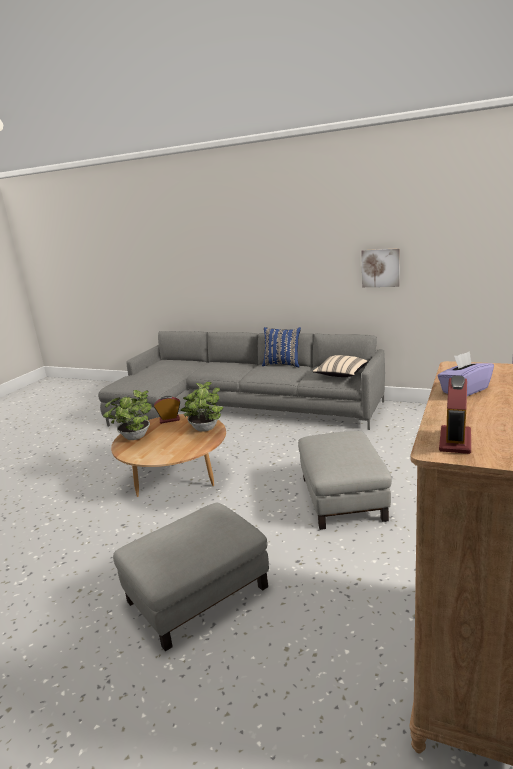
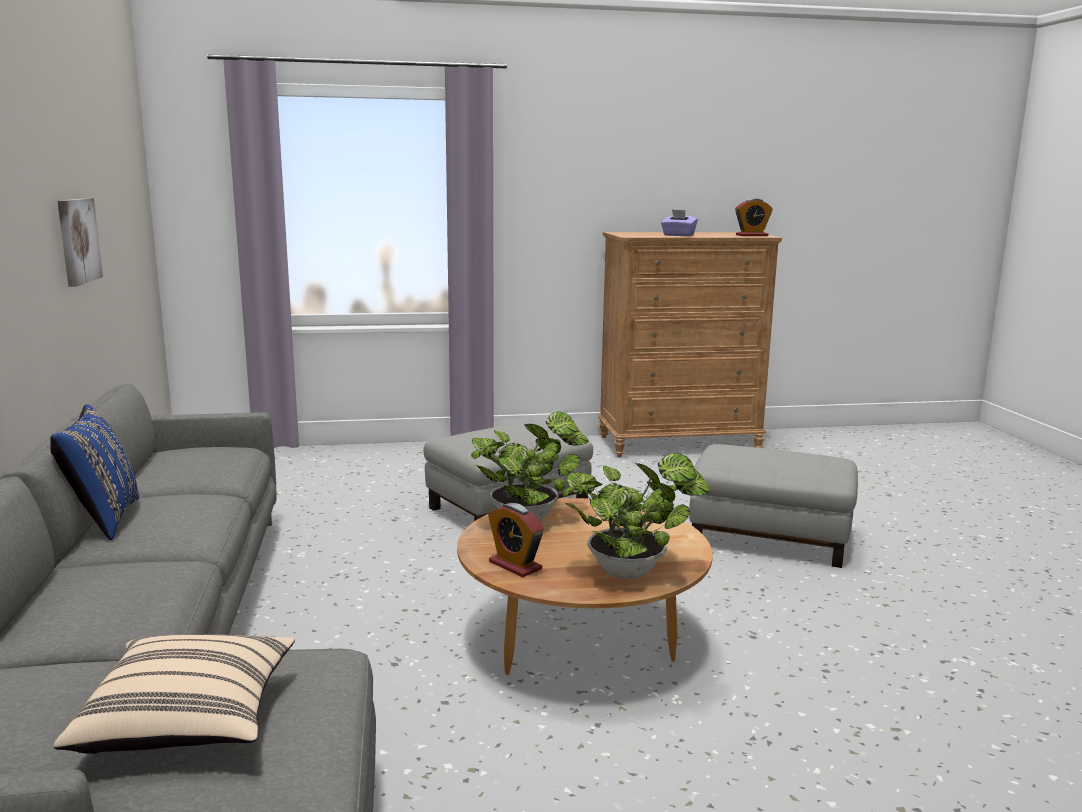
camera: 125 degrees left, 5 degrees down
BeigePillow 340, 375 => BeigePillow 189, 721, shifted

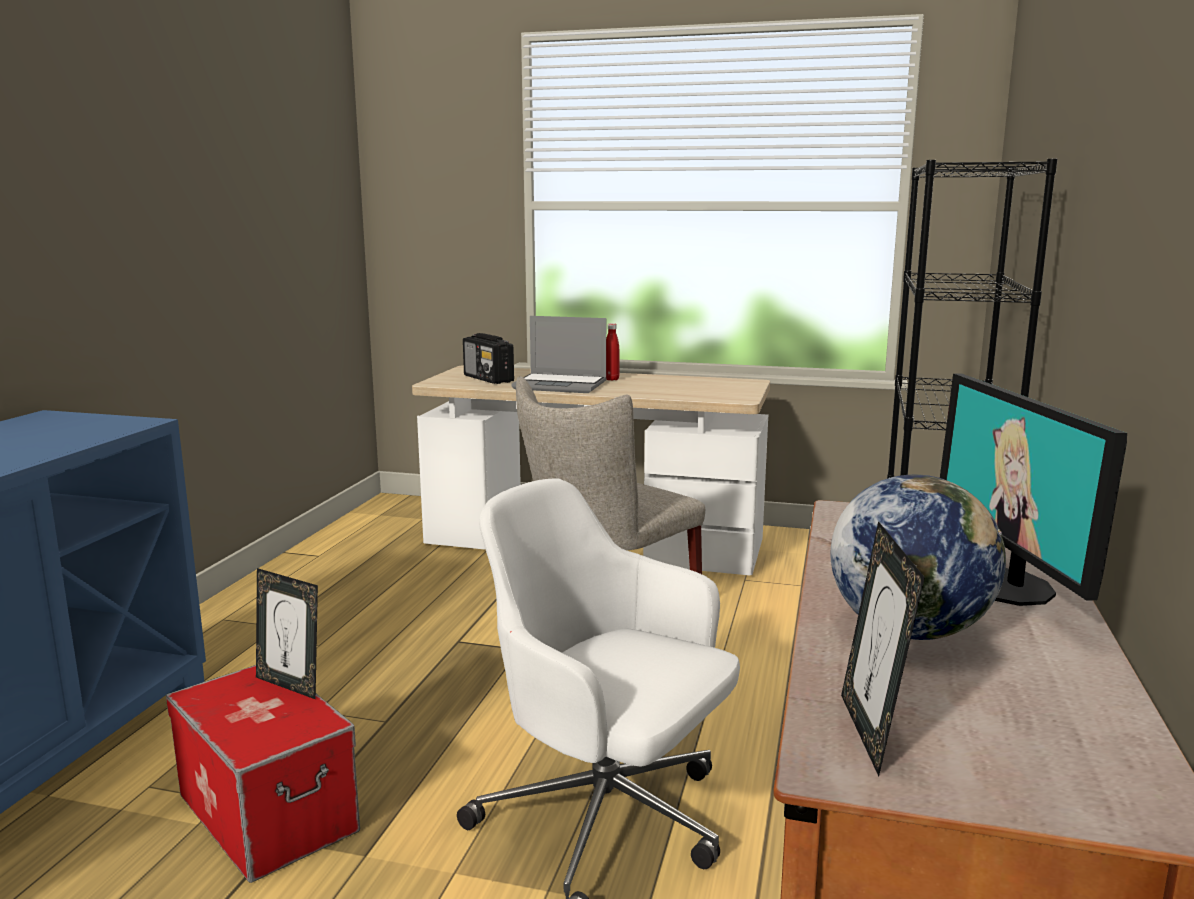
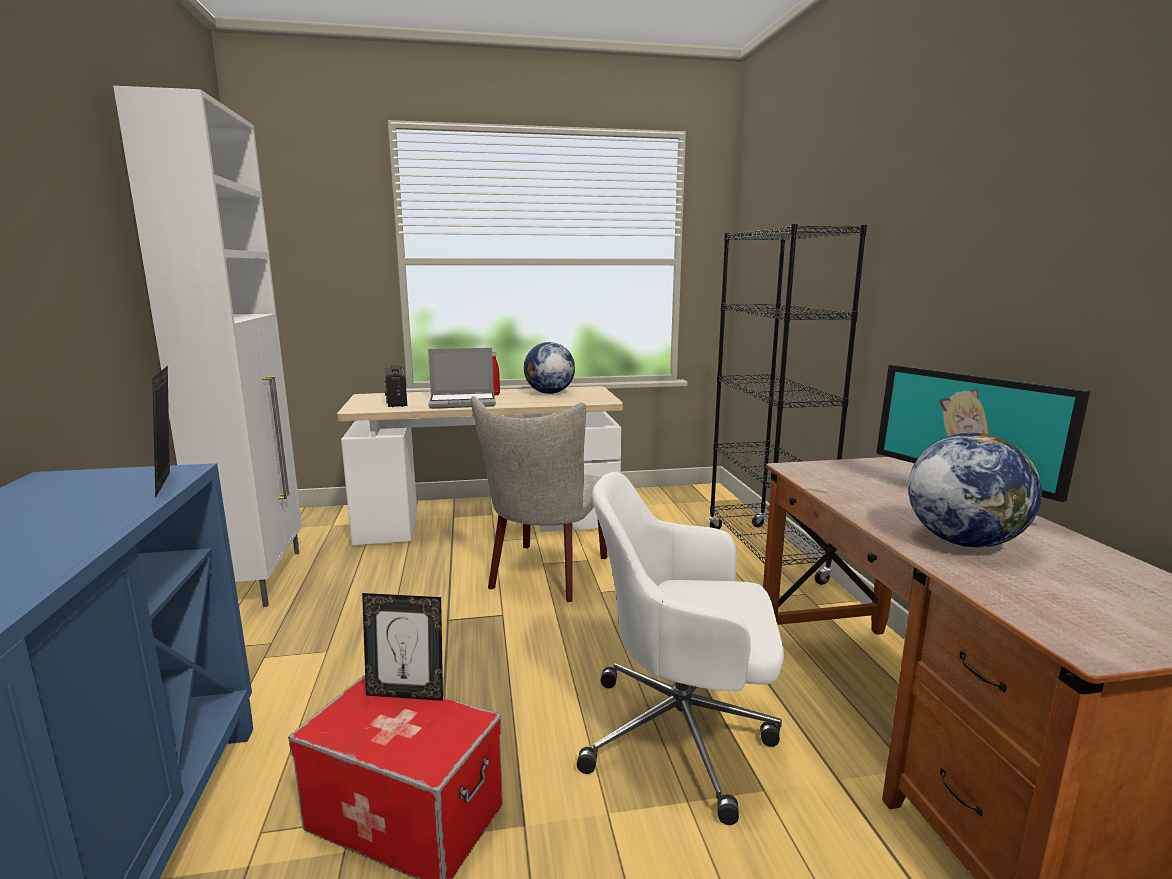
camera: 25 degrees left, 0 degrees up
Radio 488, 379 => Radio 397, 402, 45 degrees clockwise
PictureFrame 871, 733 => PictureFrame 171, 483, shifted
nothing => WhiteColouredCupboard 260, 578
nothing => DeskGlobe 549, 393

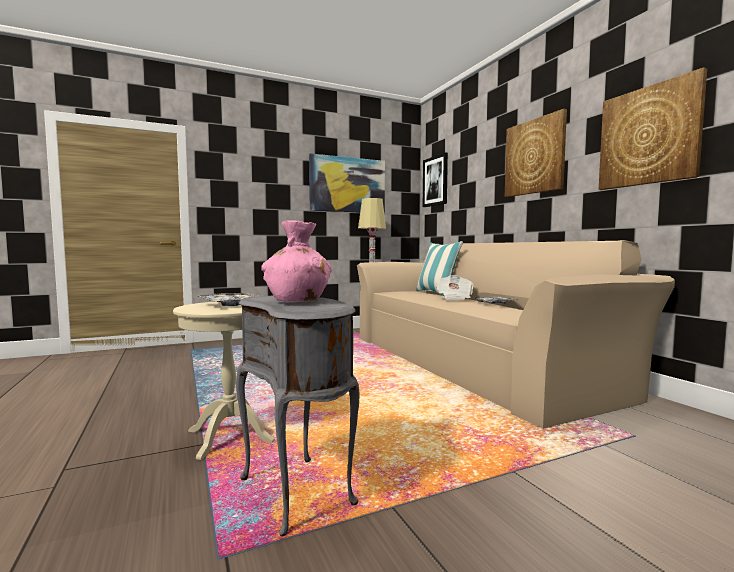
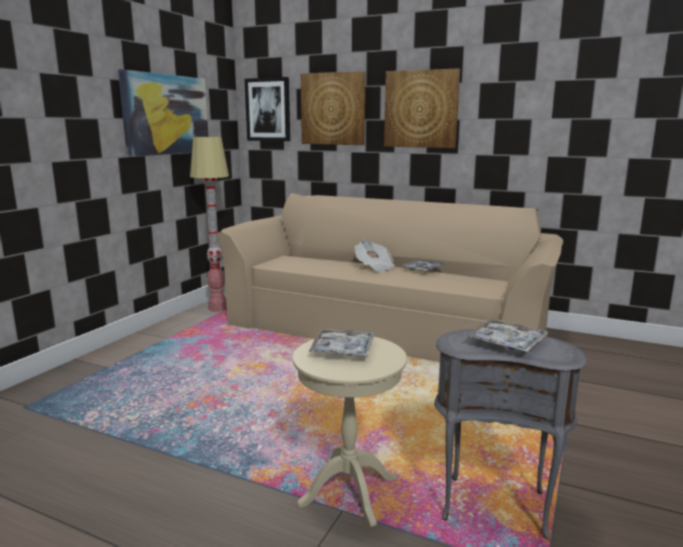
camera: 40 degrees left, 10 degrees up
PinkishFlowerVase 298, 301 => Tray 507, 343
Pillow 436, 293 => nothing
WallArt 648, 136 => WallArt 333, 109, shifted

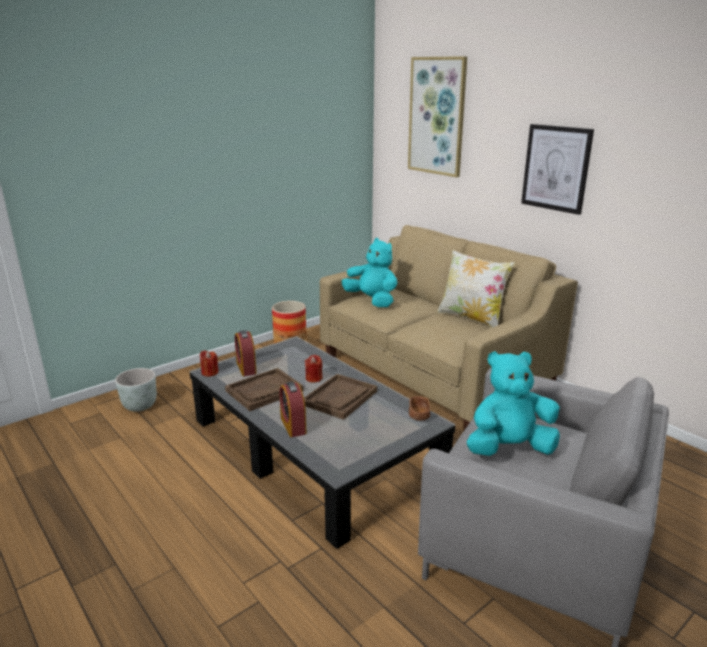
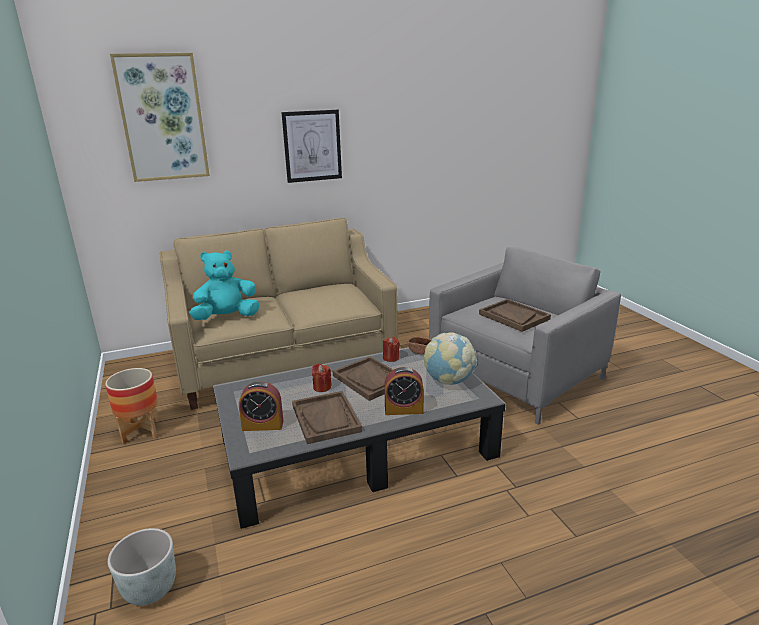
camera: 70 degrees left, 0 degrees up
RedWaxCandle 210, 372 => RedWaxCandle 391, 358, shifted
Pillow 471, 318 => nothing
TurquoiseSoftToy 509, 448 => BrownTray 513, 316
nothing => DeskGlobe 449, 381

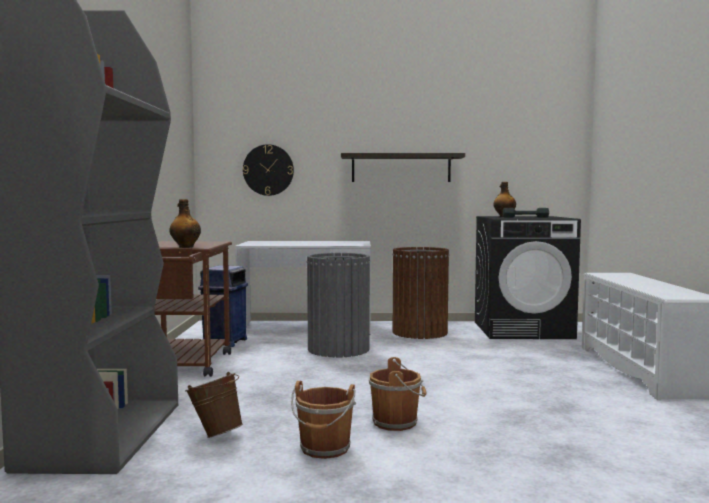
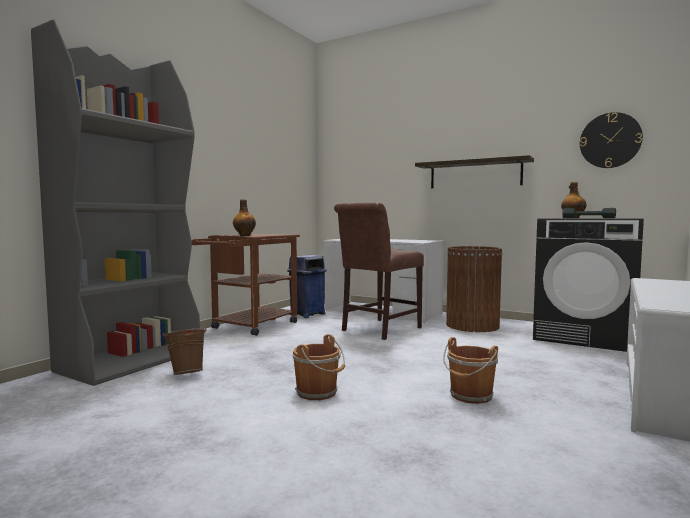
camera: 30 degrees right, 0 degrees up
HangingClock 268, 170 => HangingClock 610, 140, shifted
BrownWaterBucket 325, 449 => BrownWaterBucket 470, 396, shifted
GrayWasteBin 338, 349 => BrownChair 378, 330

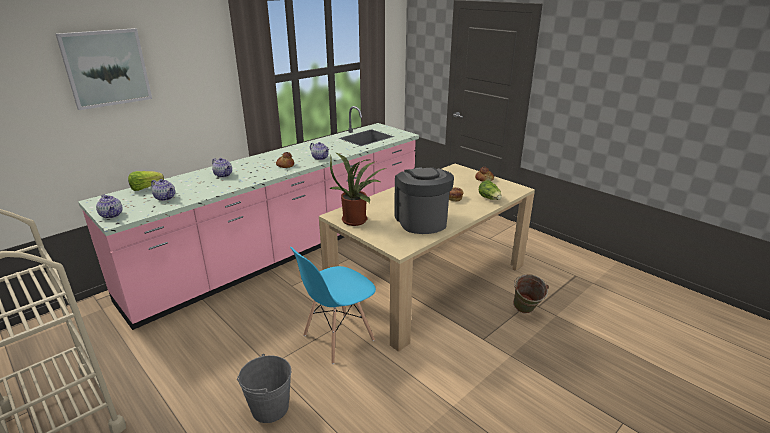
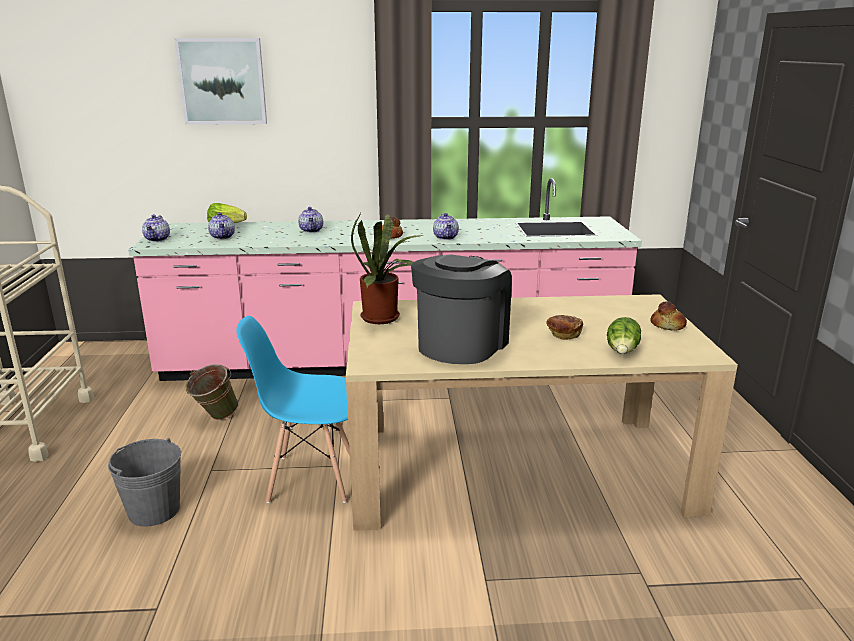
camera: 40 degrees right, 5 degrees down
GreenishWaterBucket 525, 312 => GreenishWaterBucket 215, 418, shifted

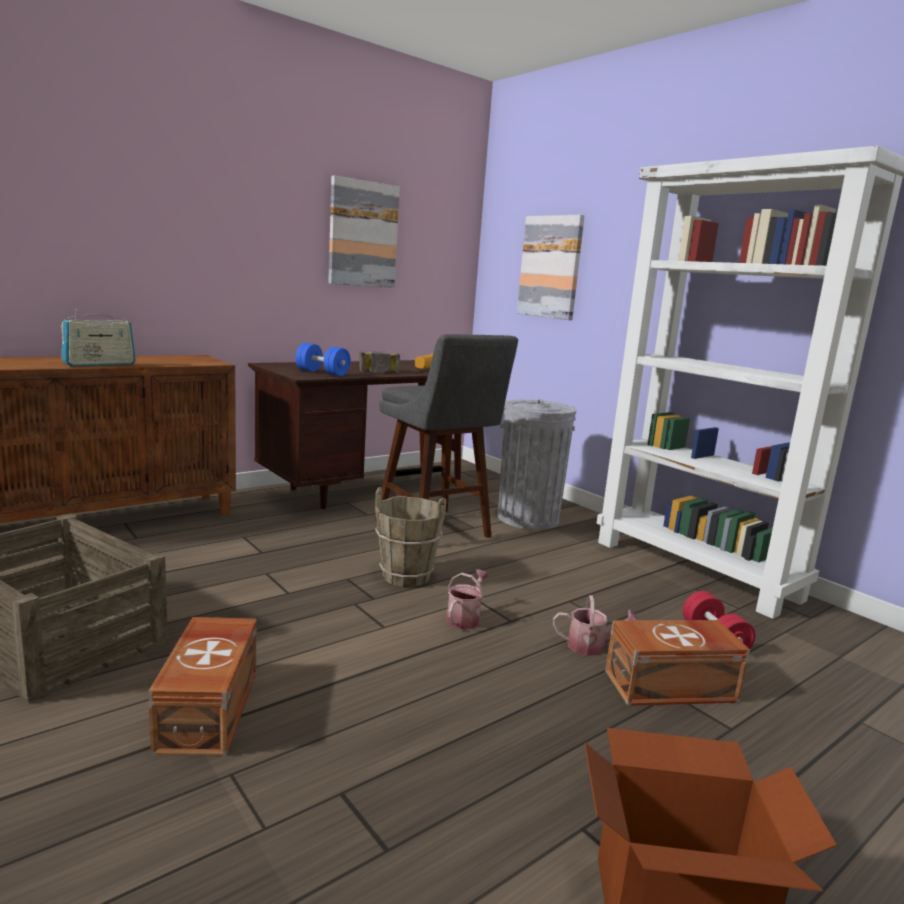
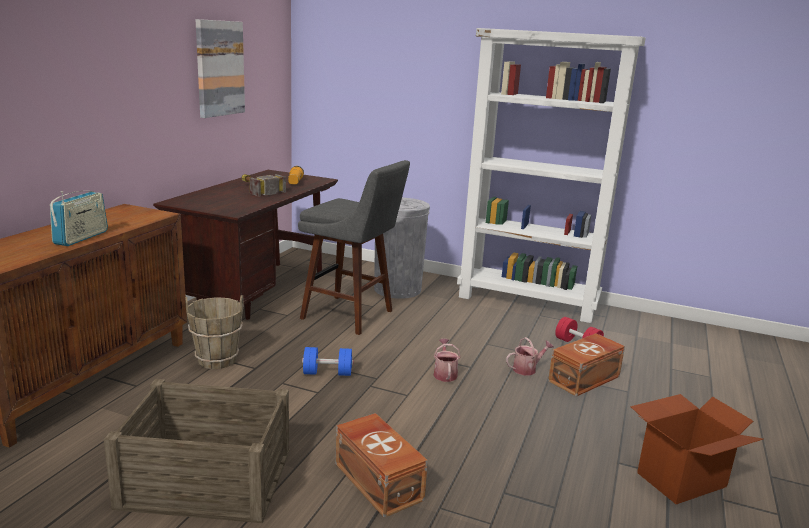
camera: 30 degrees left, 5 degrees up
BlueDumbbell 322, 373 => BlueDumbbell 327, 373, shifted
BrownWaterBucket 406, 576 => BrownWaterBucket 217, 360, shifted
WallArt 550, 267 => nothing

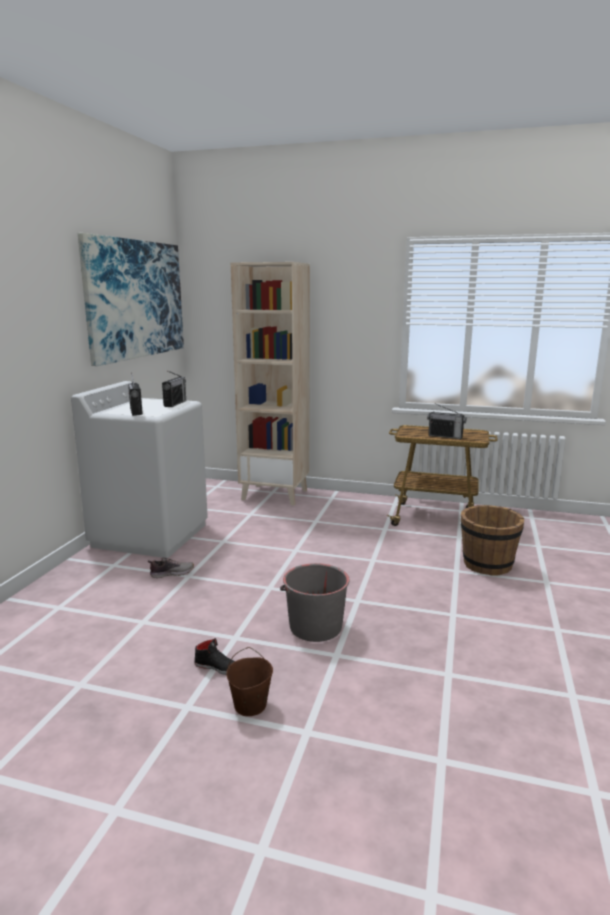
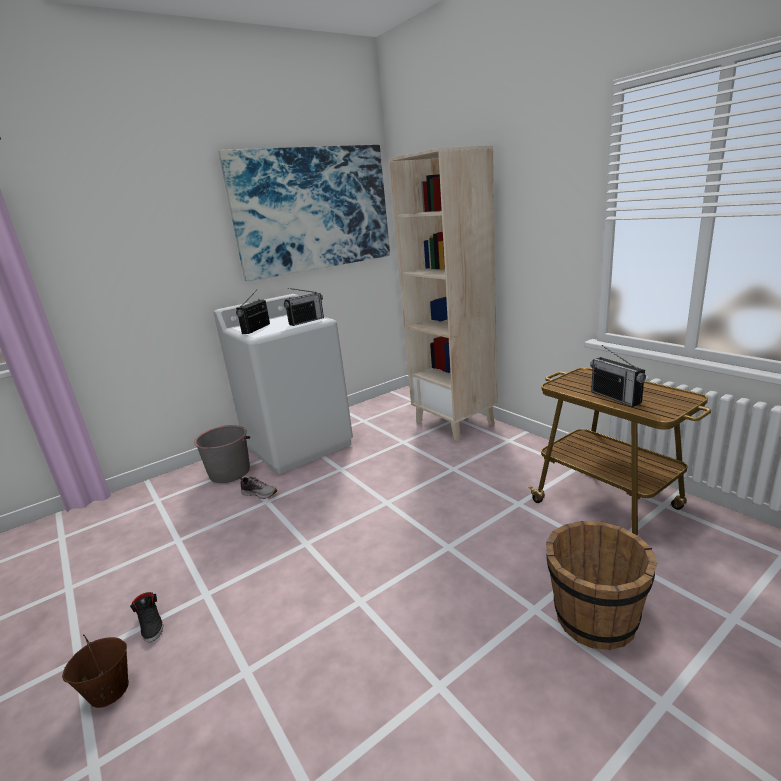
camera: 40 degrees right, 5 degrees up
GrayWaterBucket 315, 626 => GrayWaterBucket 230, 472, shifted

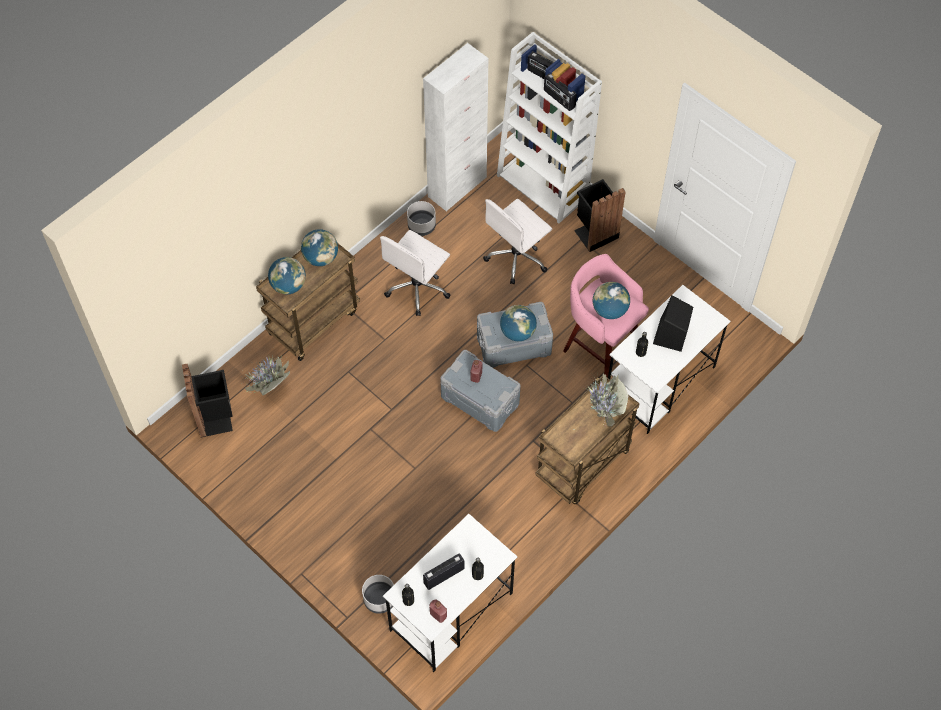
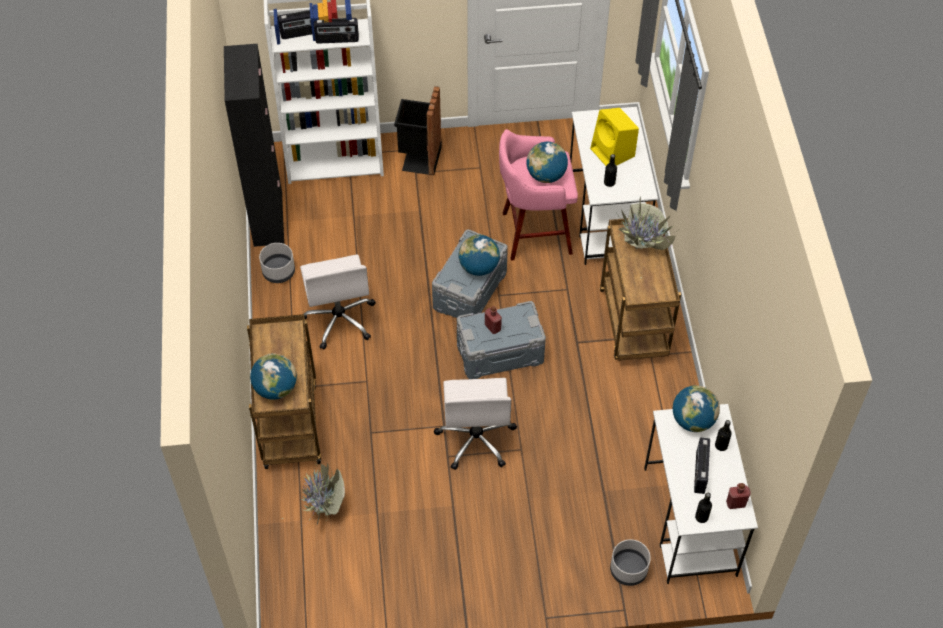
camera: 50 degrees left, 5 degrees down
BlackColouredWasteBin 216, 417 => nothing
DeskGlobe 321, 258 => DeskGlobe 693, 420, shifted
WhiteColouredCupboard 457, 187 => BlackColouredCupboard 268, 219
WhiteColouredComputerChair 517, 257 => WhiteColouredComputerChair 476, 439, shifted
BlackColouredSpeaker 670, 336 => YellowishSpeaker 613, 153

